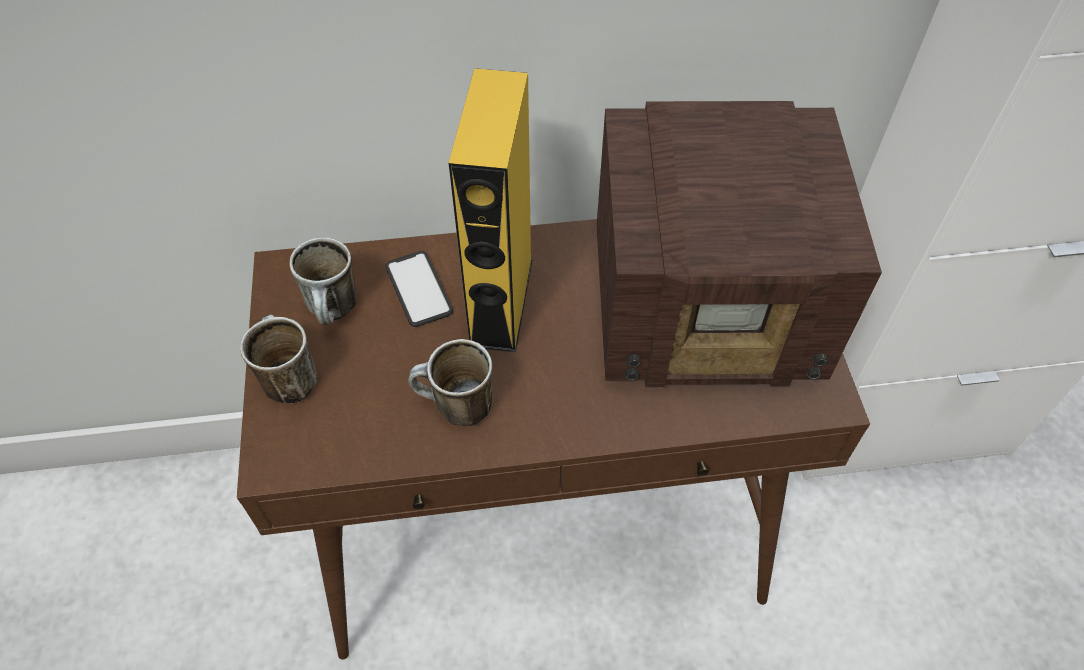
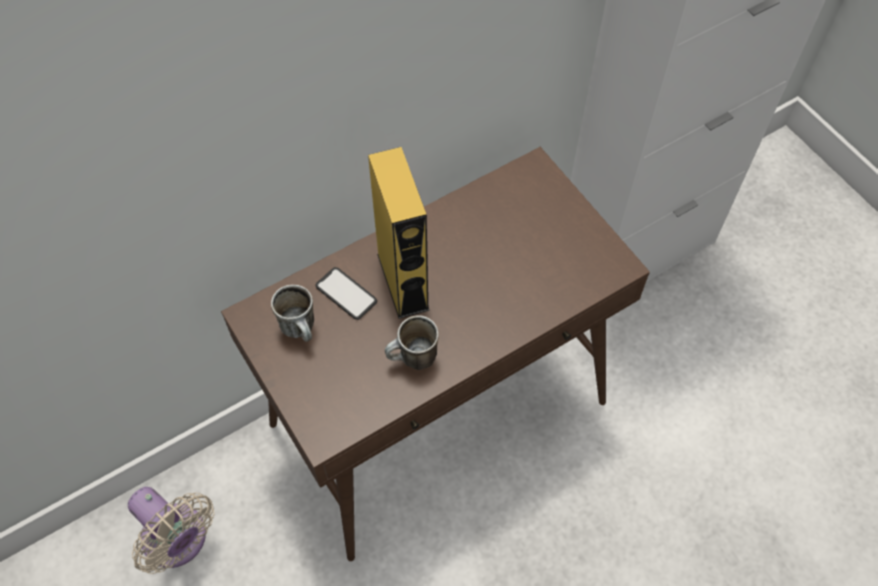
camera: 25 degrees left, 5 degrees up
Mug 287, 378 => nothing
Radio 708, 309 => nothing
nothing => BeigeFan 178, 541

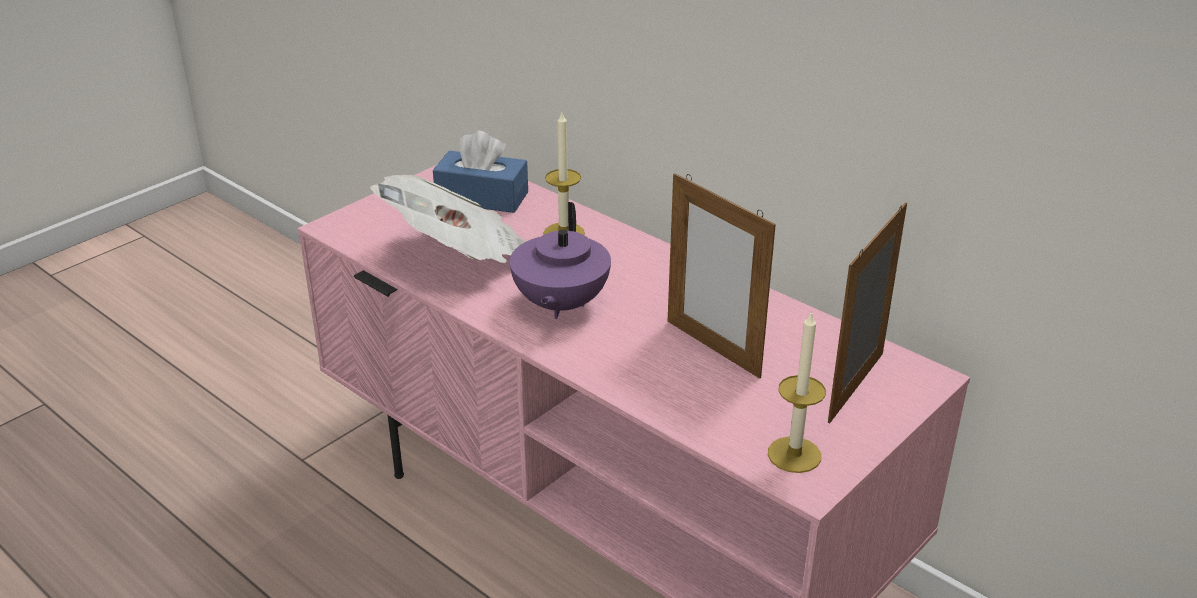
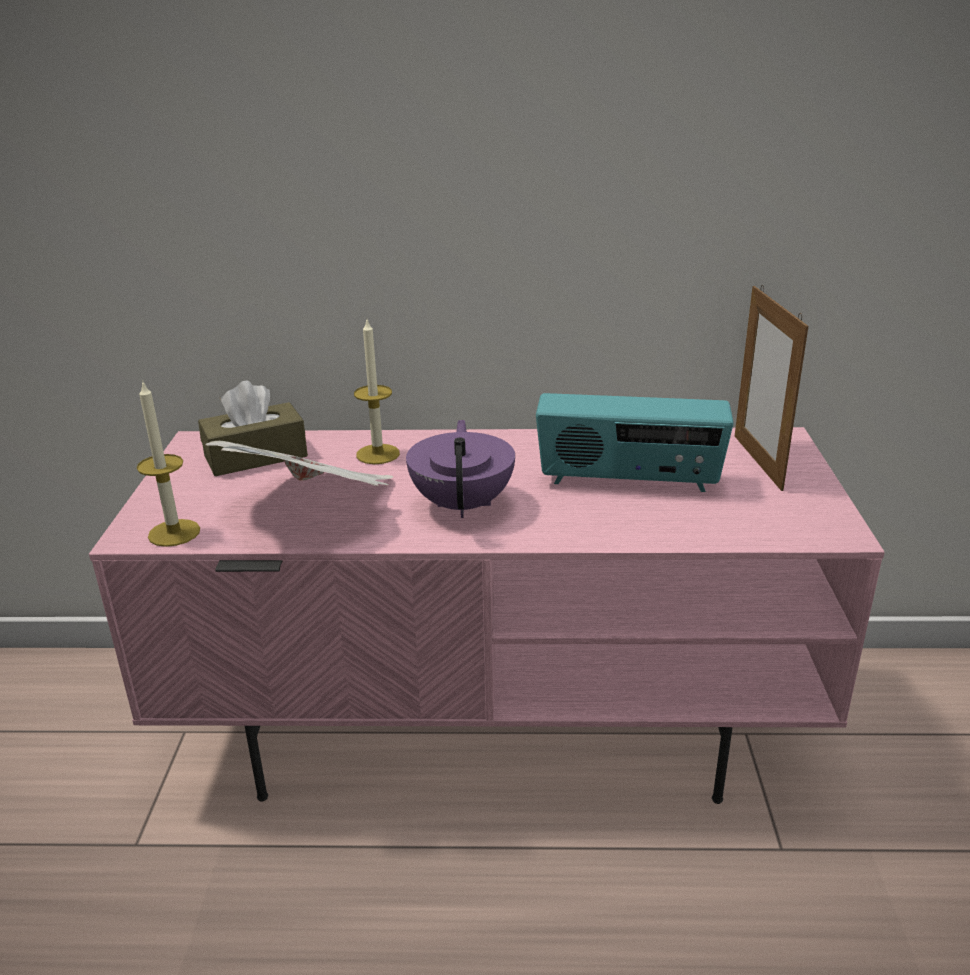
camera: 40 degrees left, 5 degrees down
BlueBoxOfTissues 482, 197 => BrownBoxOfTissues 256, 456
PurpleColouredTeaPot 559, 305 => PurpleColouredTeaPot 463, 504, 150 degrees counterclockwise
PictureFrame 712, 348 => Radio 628, 481
WaxCandle 794, 454 => WaxCandle 174, 533, shifted

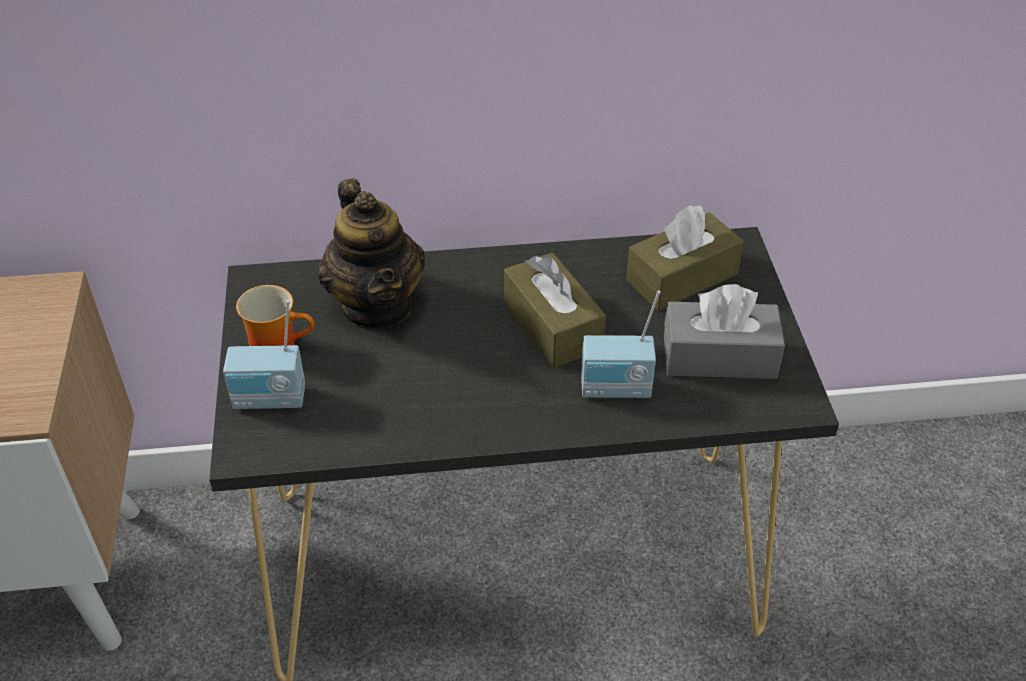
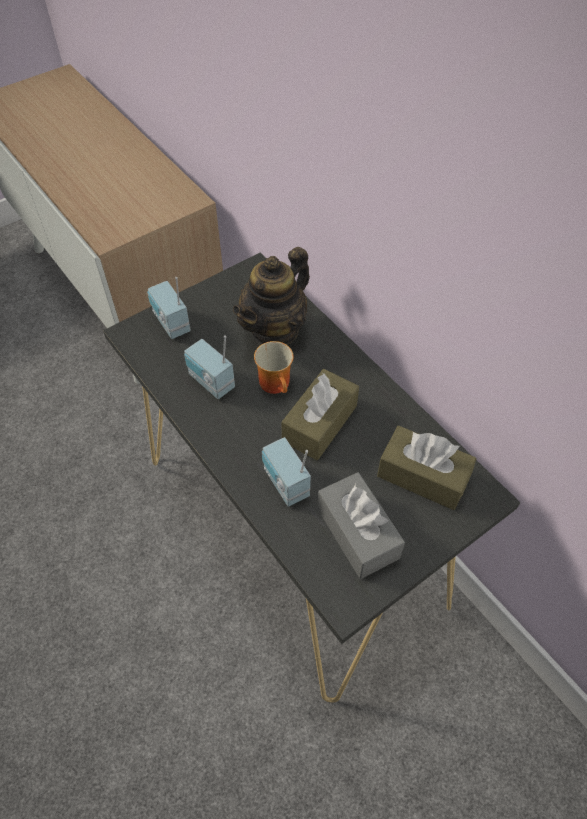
camera: 60 degrees right, 10 degrees up
Mug 279, 344 => Mug 278, 384, shifted
nothing => Radio 210, 383

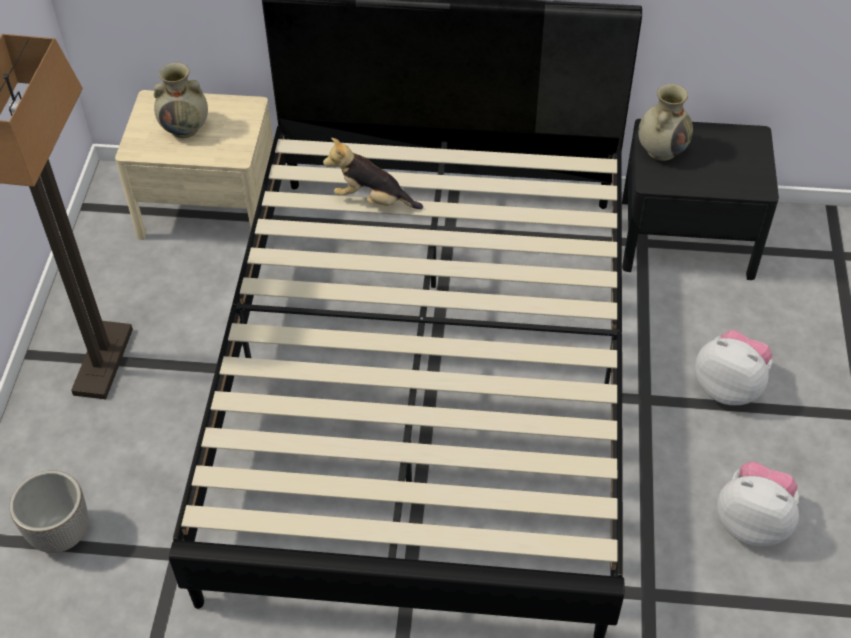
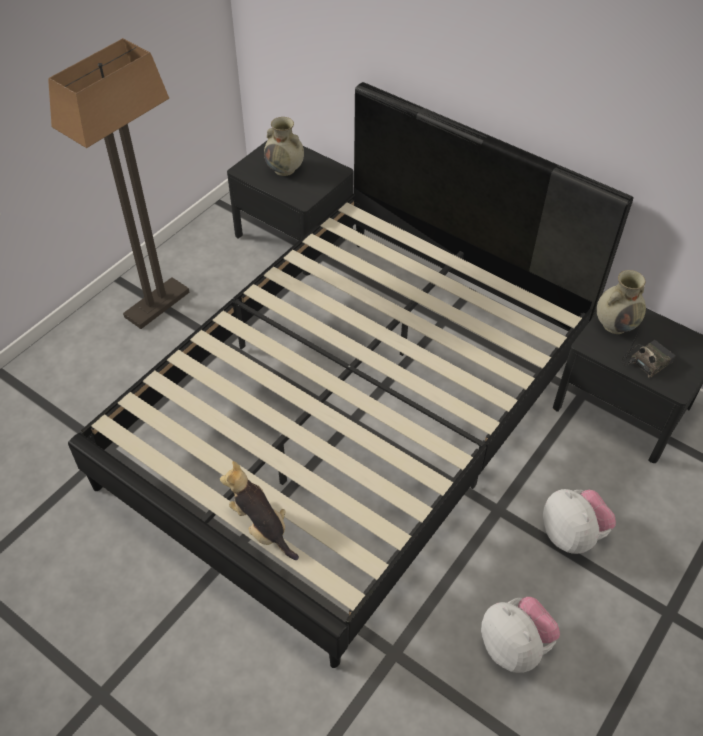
camera: 30 degrees right, 0 degrees up
FlowerPot 61, 534 => nothing
BeigeNightstand 209, 207 => BlackColouredNightstand 294, 235
SoftToy 372, 200 => SoftToy 261, 527, shifted
nothing => Radio 646, 361

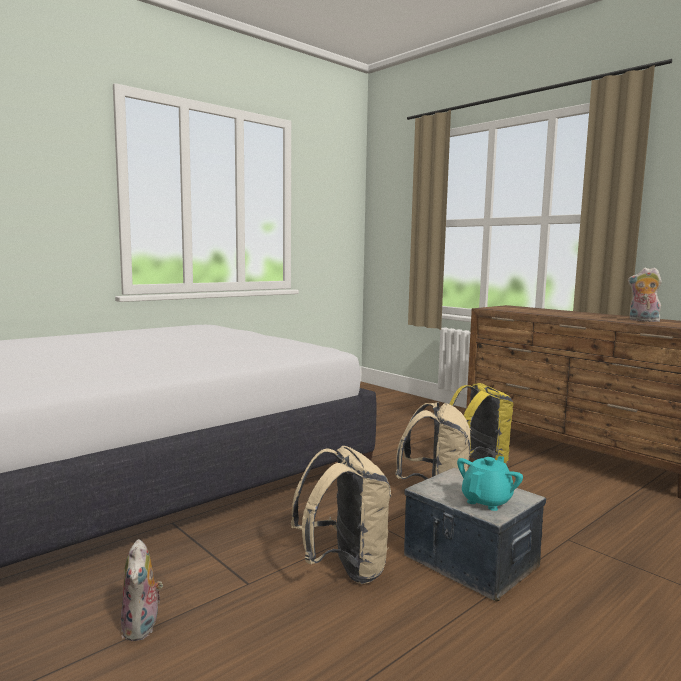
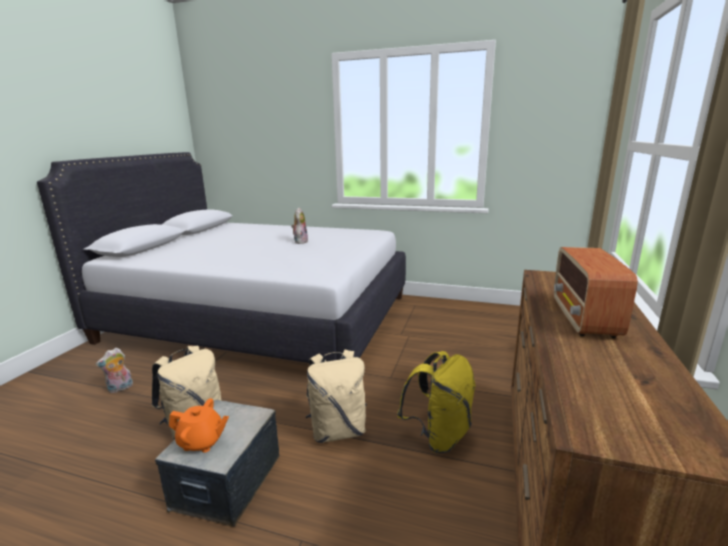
camera: 60 degrees right, 10 degrees up
TurquoiseTeaPot 487, 501 => OrangeColouredTeaPot 202, 442
SoftToy 642, 320 => SoftToy 300, 241, shifted
nothing => Radio 584, 318

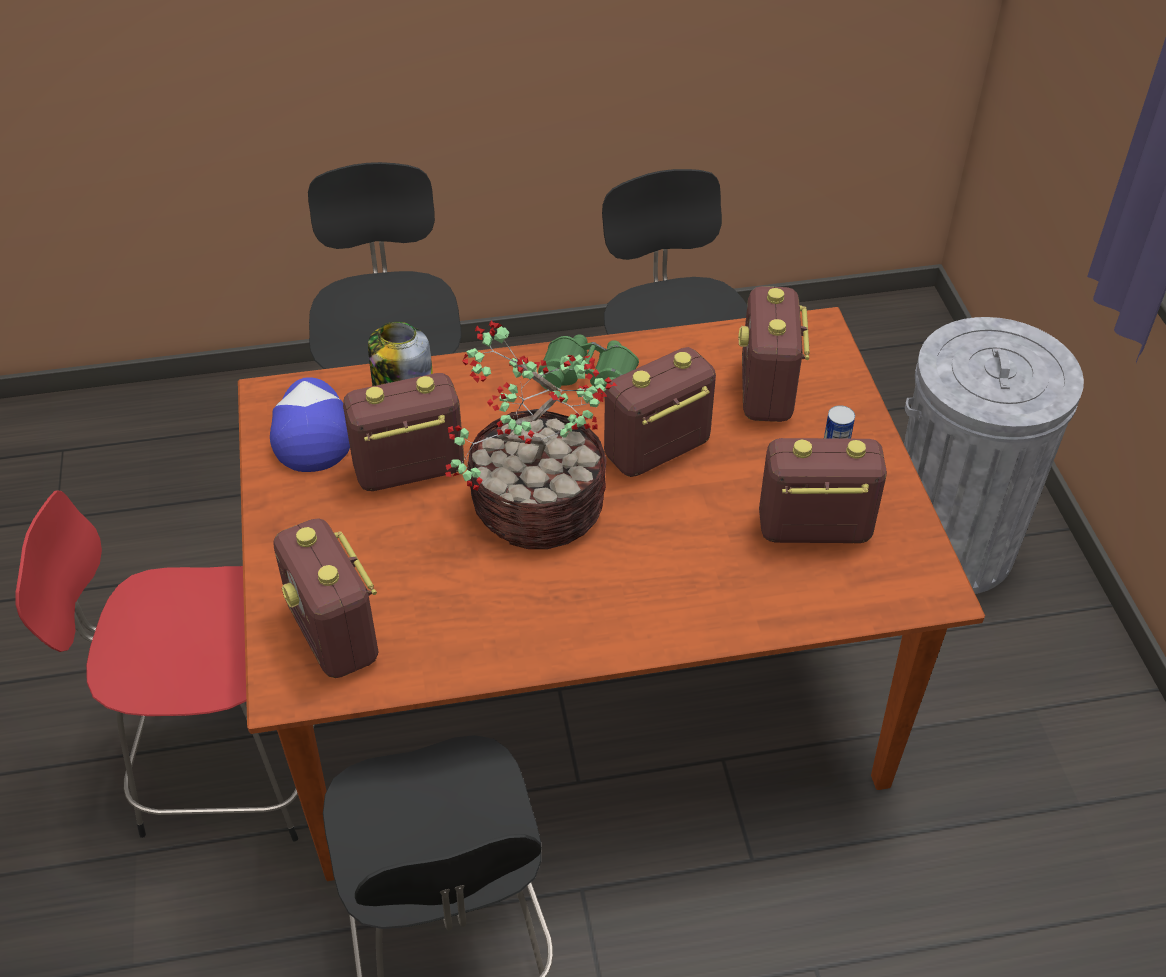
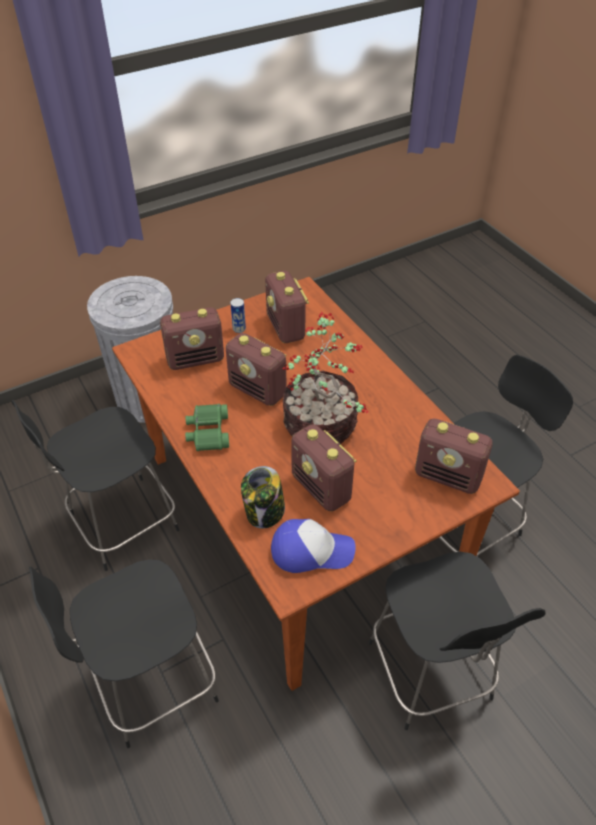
camera: 110 degrees left, 0 degrees up
RedStoolSeat 225, 770 => BlackColouredStoolSeat 431, 675
BaseballCap 311, 430 => BaseballCap 311, 551, 150 degrees counterclockwise
Radio 335, 635 => Radio 448, 476, 75 degrees clockwise

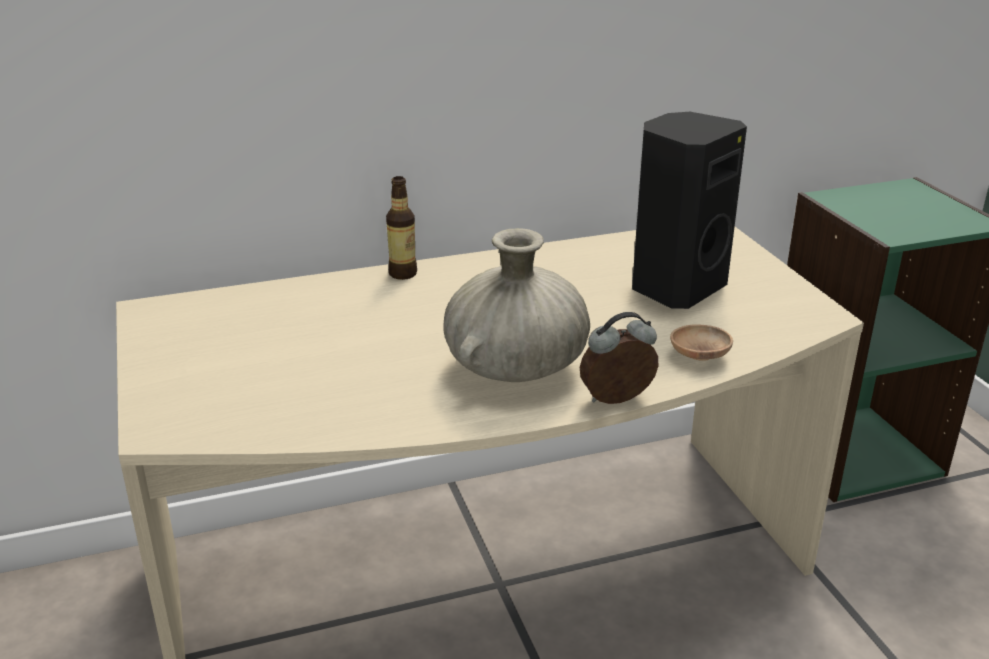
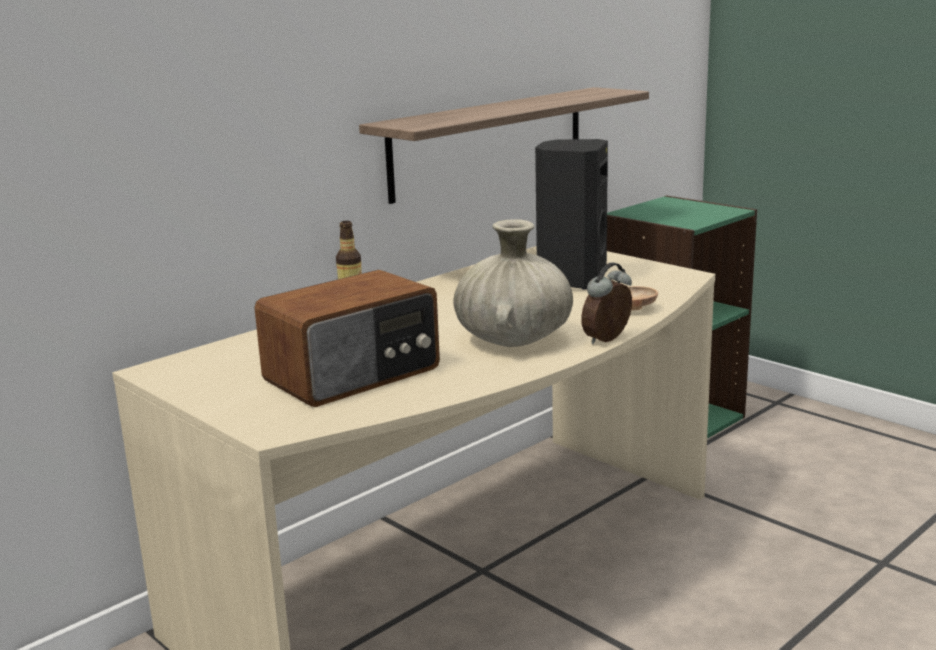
camera: 25 degrees left, 10 degrees down
nothing => Radio 354, 375
nothing => WallShelf 489, 142

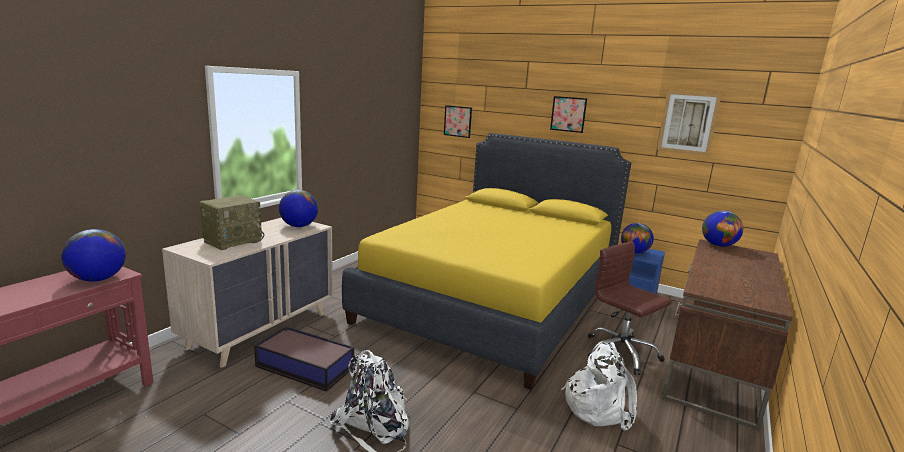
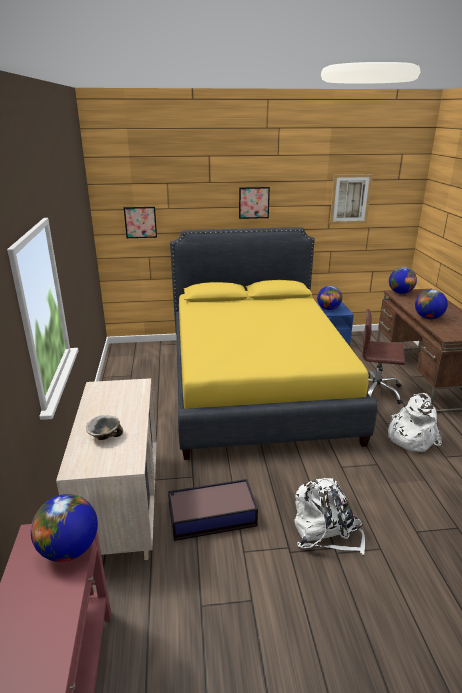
camera: 35 degrees left, 10 degrees up
Radio 233, 241 => DeepDish 104, 436
DeskGlobe 299, 226 => DeskGlobe 428, 318, shifted

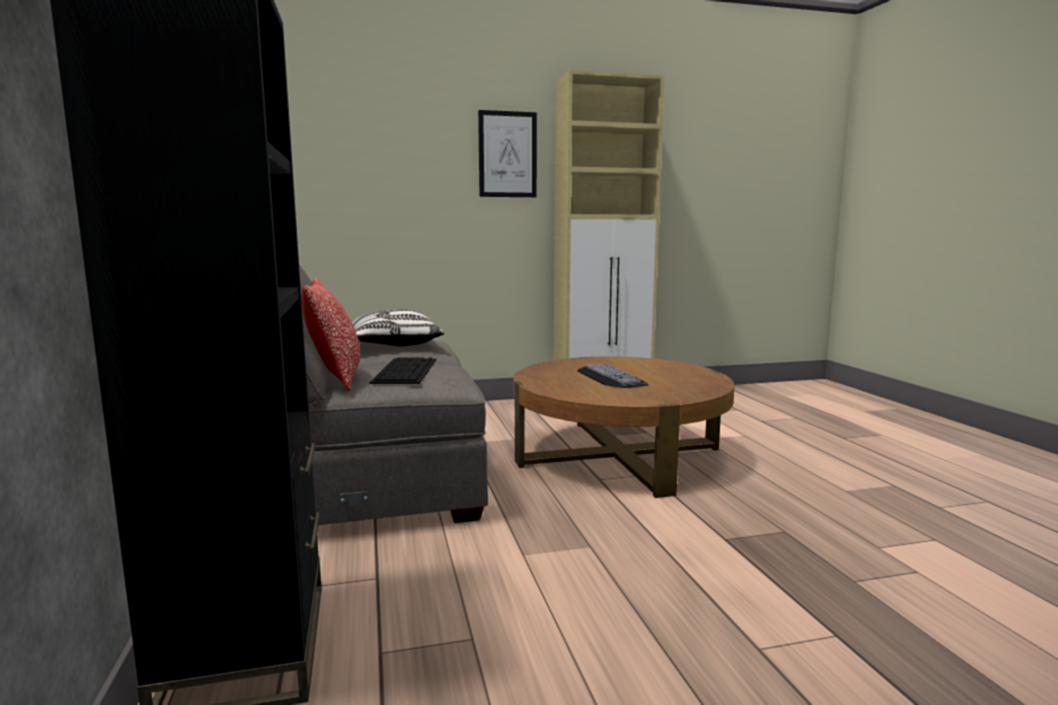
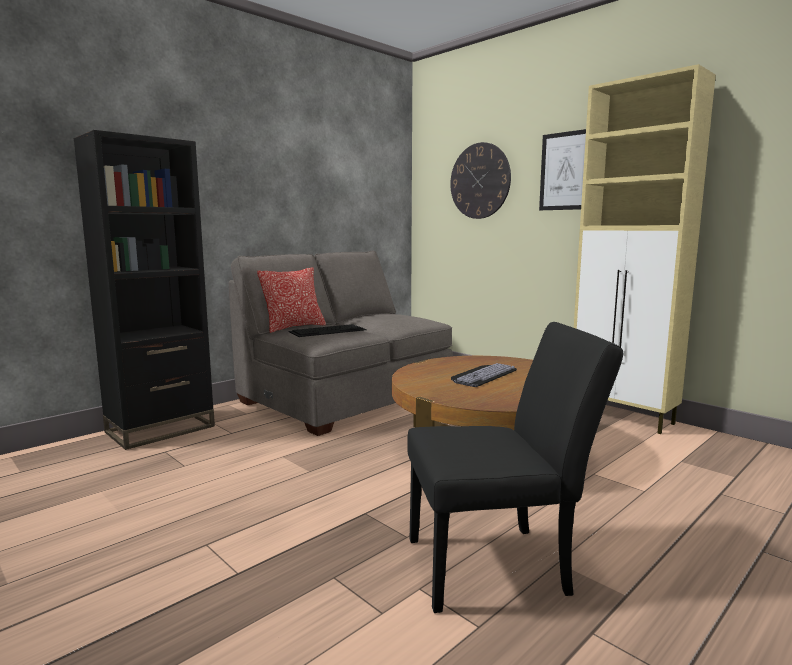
camera: 60 degrees right, 0 degrees up
Pillow 393, 345 => nothing
nothing => BlackColouredChair 499, 565
nothing => HangingClock 480, 181

